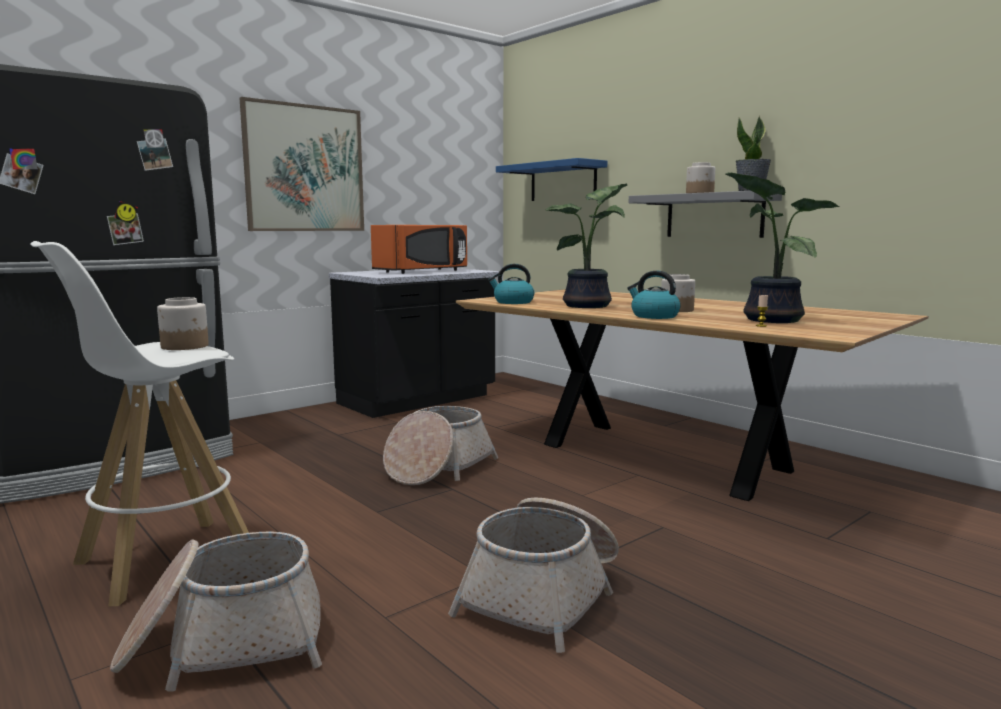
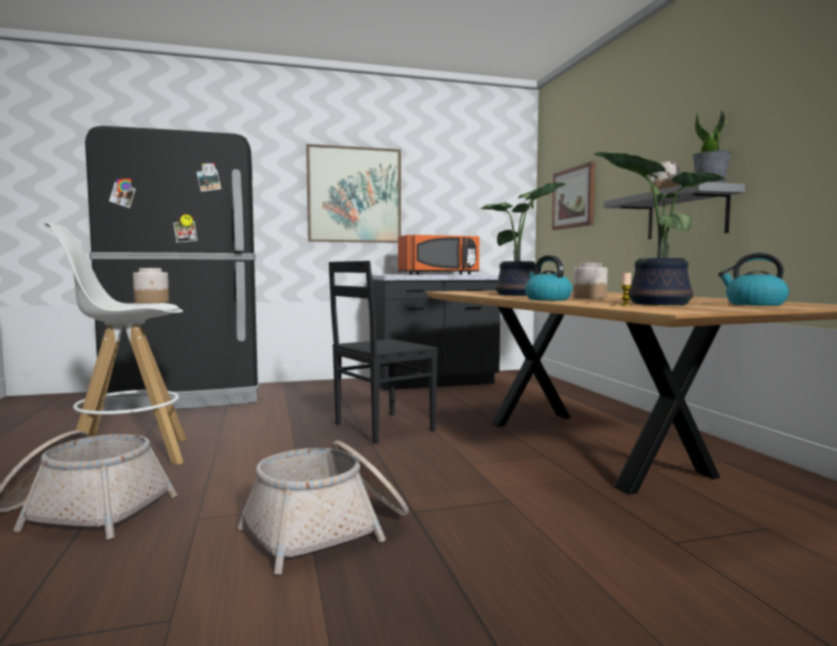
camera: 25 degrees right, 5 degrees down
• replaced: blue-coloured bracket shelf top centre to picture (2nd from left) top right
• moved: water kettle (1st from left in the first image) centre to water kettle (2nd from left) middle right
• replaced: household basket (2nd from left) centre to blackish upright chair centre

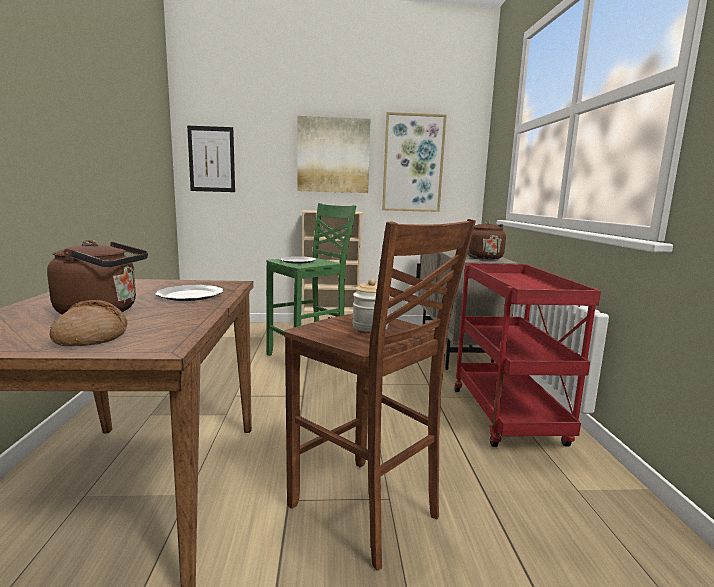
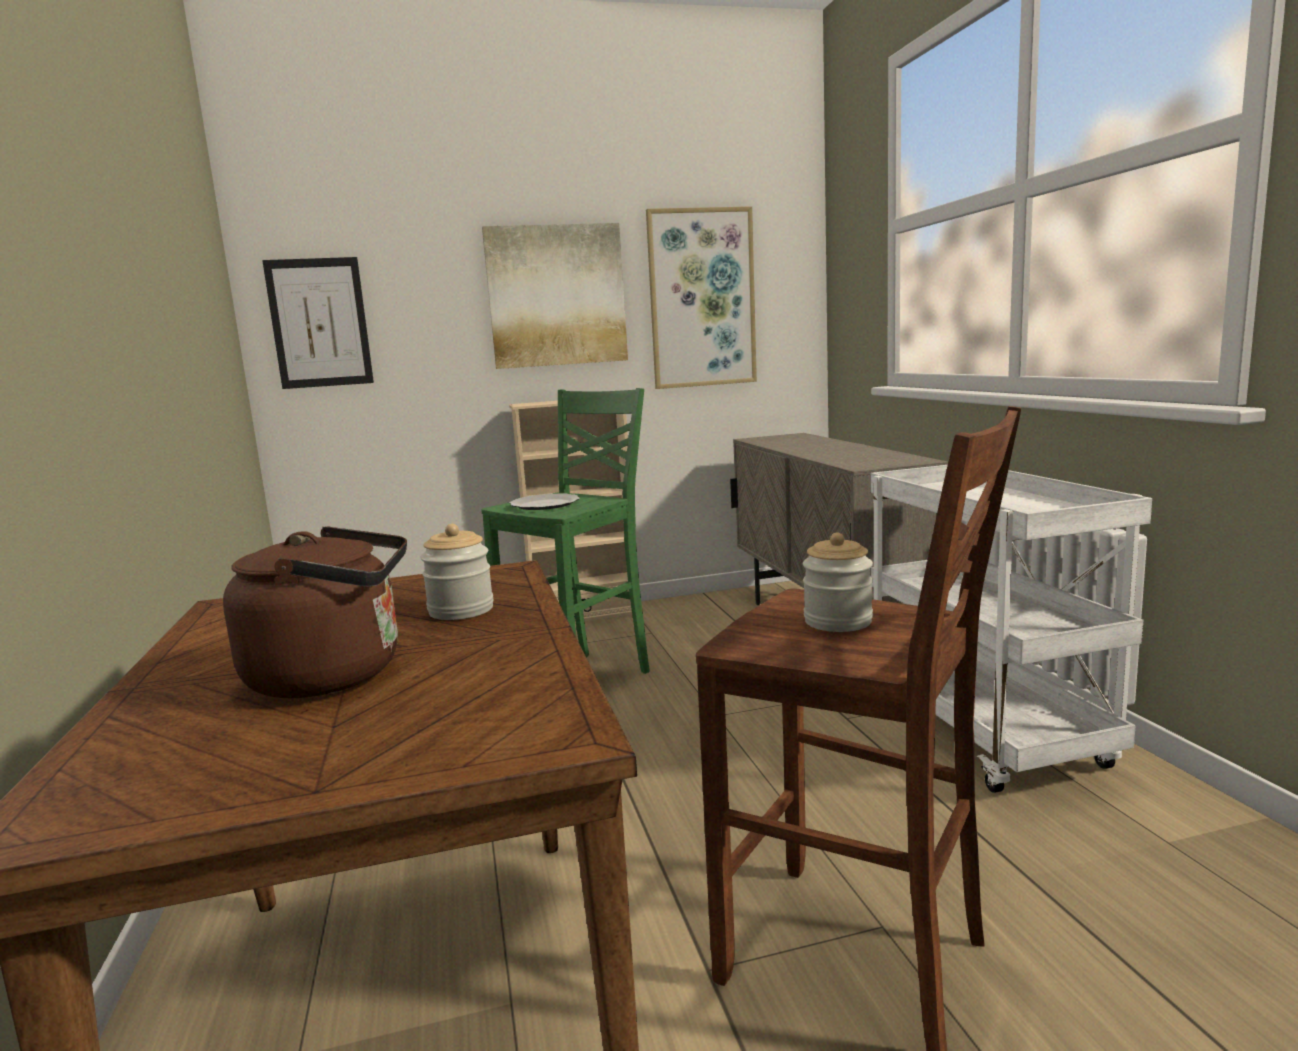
camera: 10 degrees left, 0 degrees up
• removed: brown-coloured water kettle (2nd from left) middle right
• recoloured: reddish wheeled cart middle right to white-coloured wheeled cart middle right
• replaced: dinner plate (1st from left) middle left to storage jar (1st from left) centre
• removed: bakery bread middle left

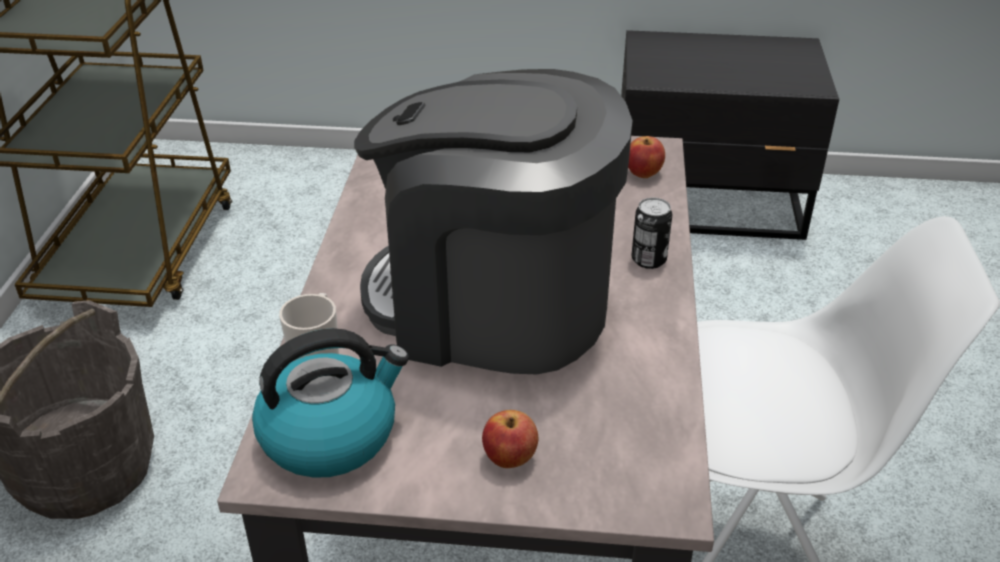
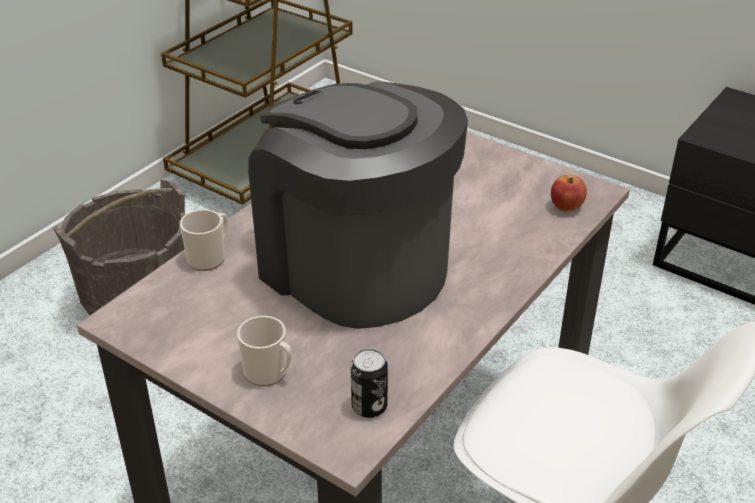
camera: 30 degrees right, 0 degrees up
• moved: can centre to bottom centre
• removed: water kettle bottom left
• replaced: apple (1st from left) bottom centre to mug (2nd from left) bottom centre

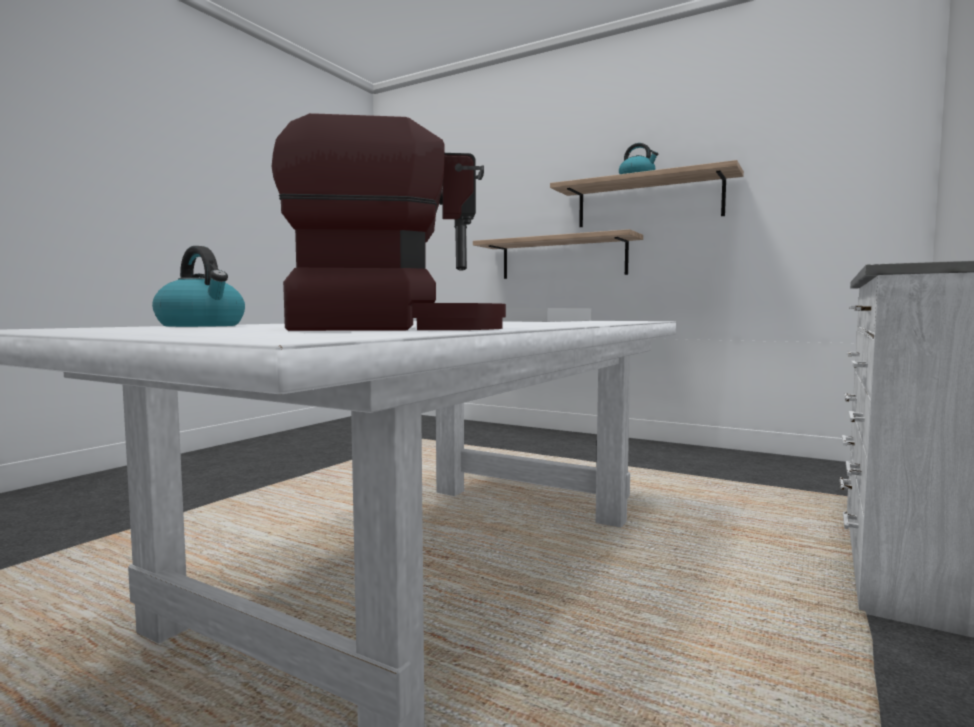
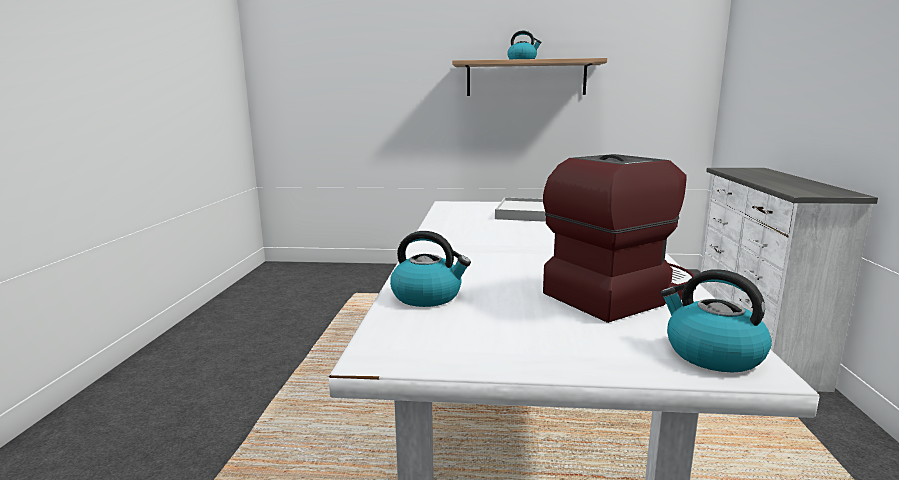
camera: 25 degrees left, 10 degrees up
• removed: bracket shelf (1st from left) centre
• added: water kettle (3rd from left) bottom right

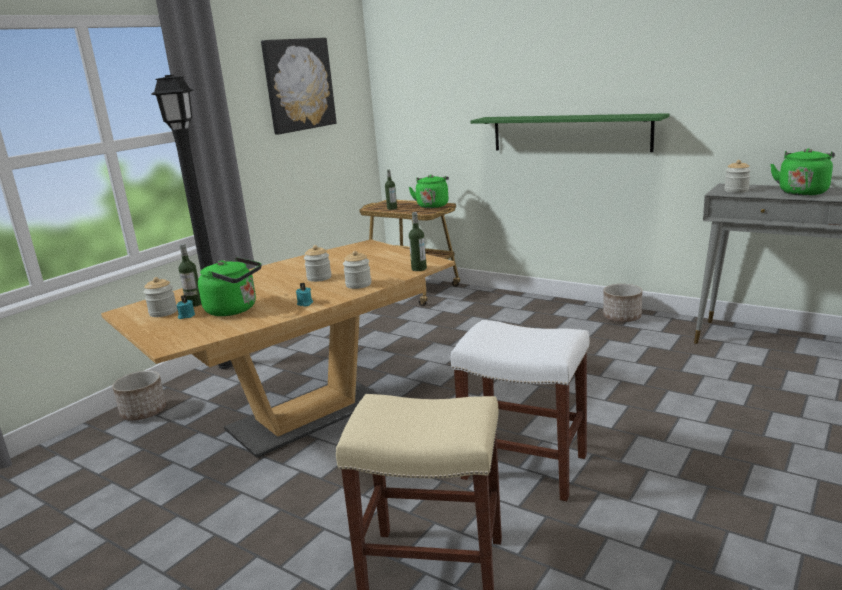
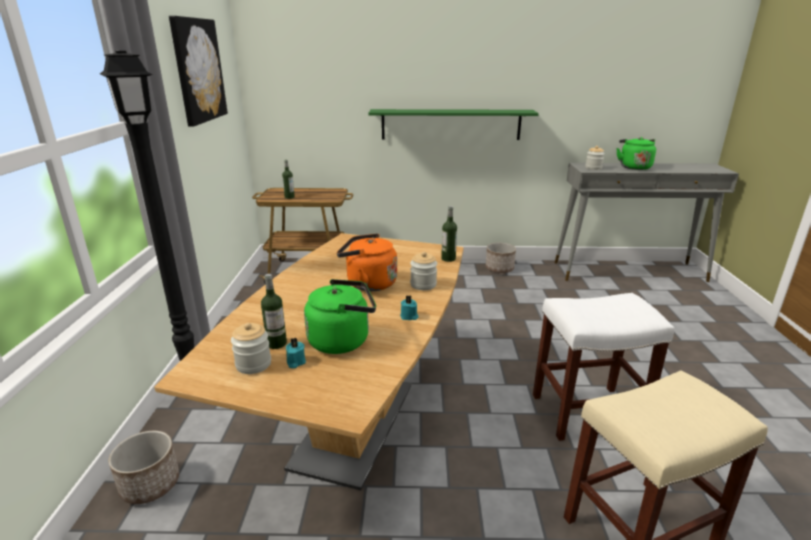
camera: 35 degrees left, 5 degrees up
• removed: green-coloured water kettle (2nd from left) top centre
• replaced: storage jar (2nd from left) centre to orangey water kettle centre

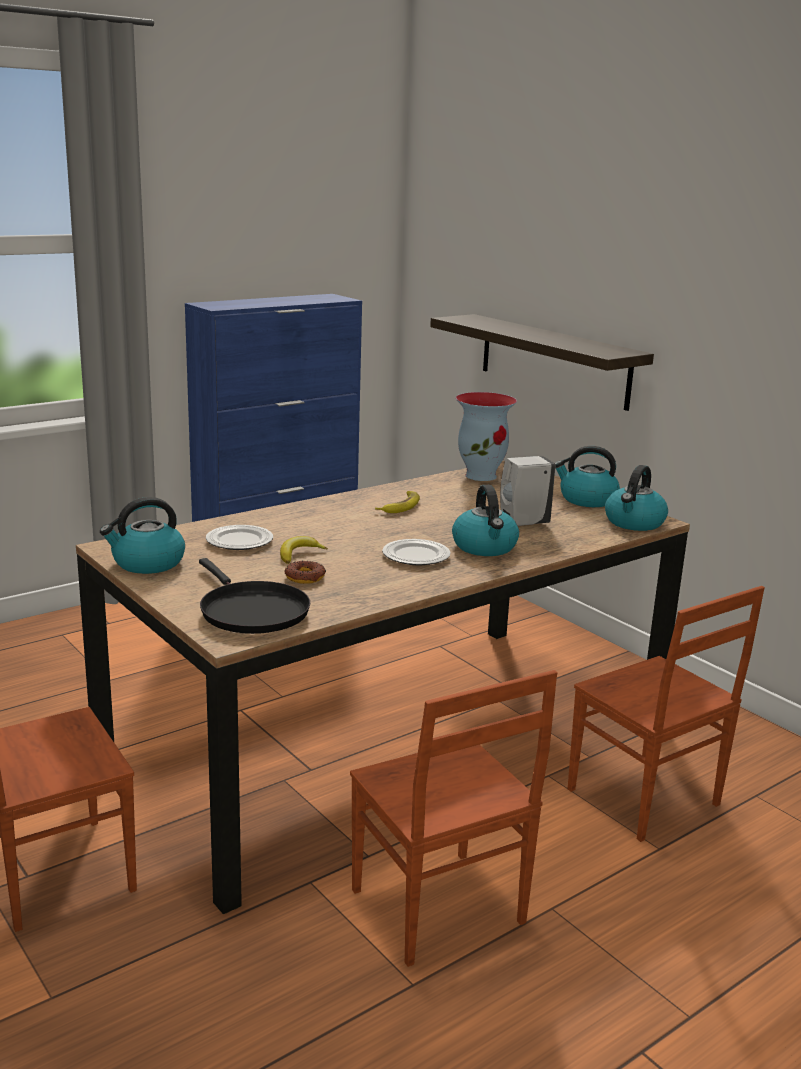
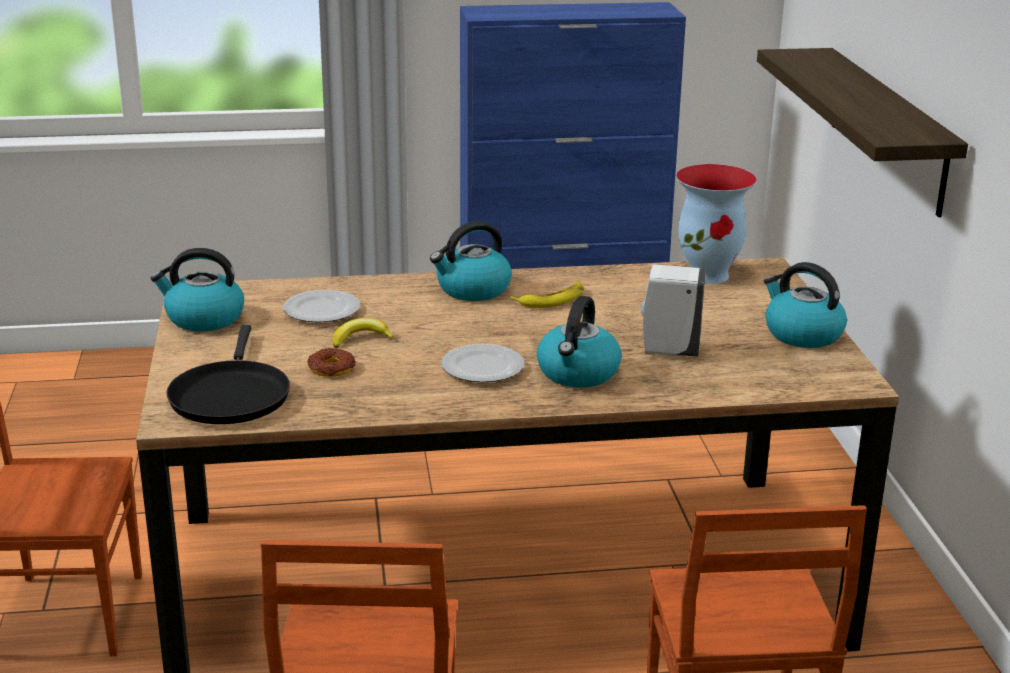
camera: 30 degrees right, 5 degrees up
• moved: water kettle (4th from left in the first image) middle right to water kettle (2nd from left) centre

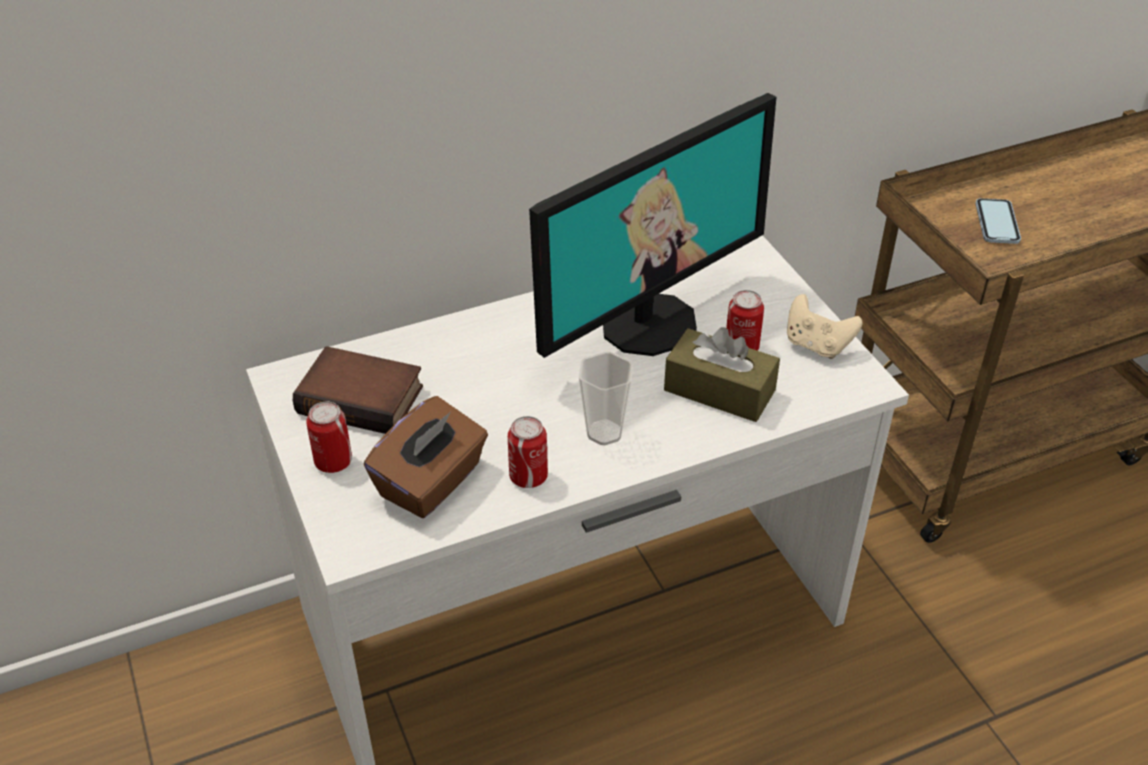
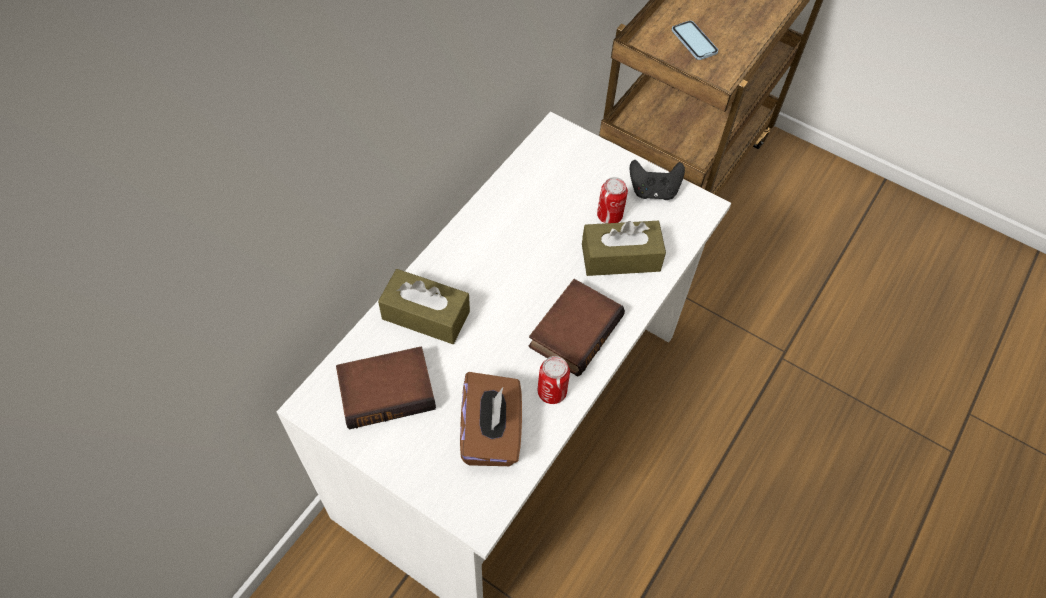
camera: 35 degrees left, 15 degrees up
• removed: monitor top centre
• recoloured: sand-coloured joypad middle right to blackish joypad top centre
• replaced: drinking cup centre to volume (2nd from left) centre
• removed: can (1st from left) middle left
• added: brown-coloured tissue box (1st from left) centre

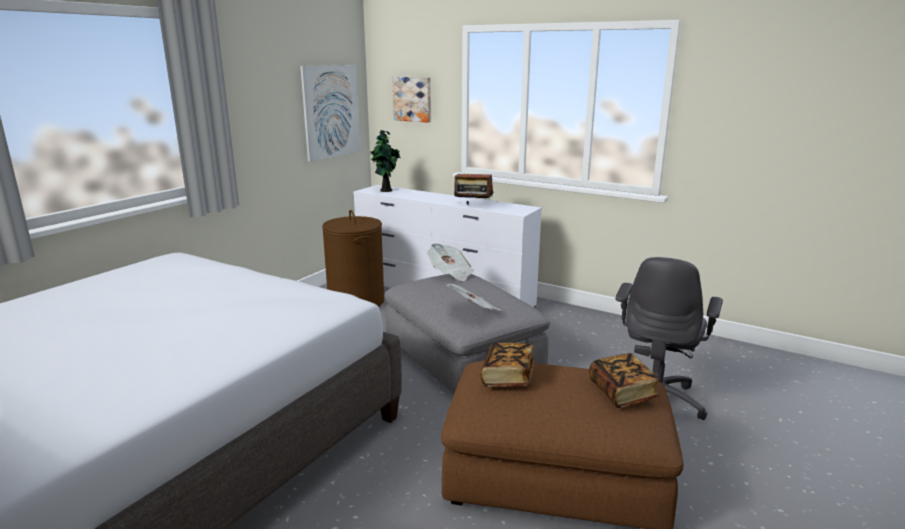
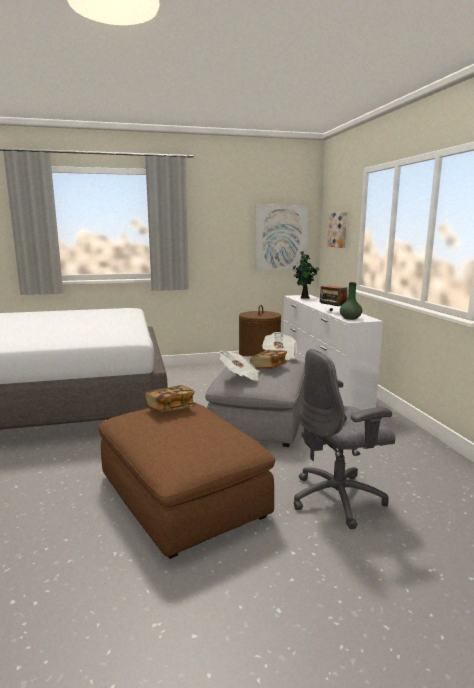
camera: 45 degrees right, 5 degrees down
• moved: volume (2nd from left) bottom right to centre
• added: green-coloured vase middle right

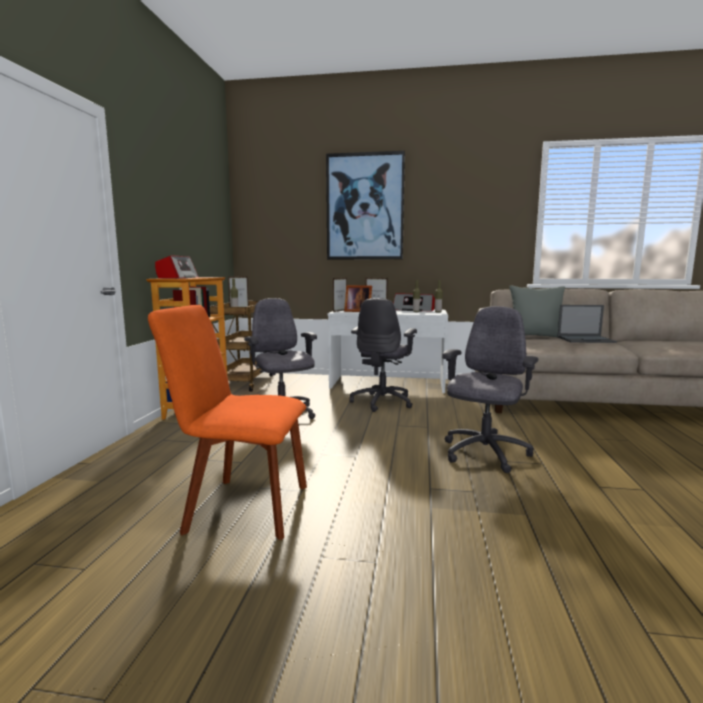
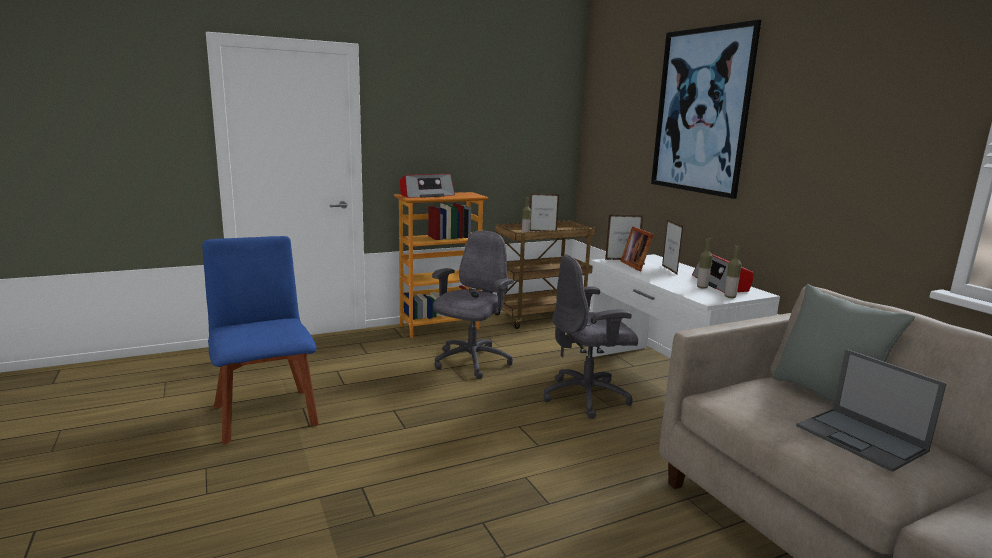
camera: 55 degrees right, 5 degrees up
• recoloured: orangey upright chair middle left to blue-coloured upright chair middle left
• removed: grey computer chair (3rd from left) middle right

